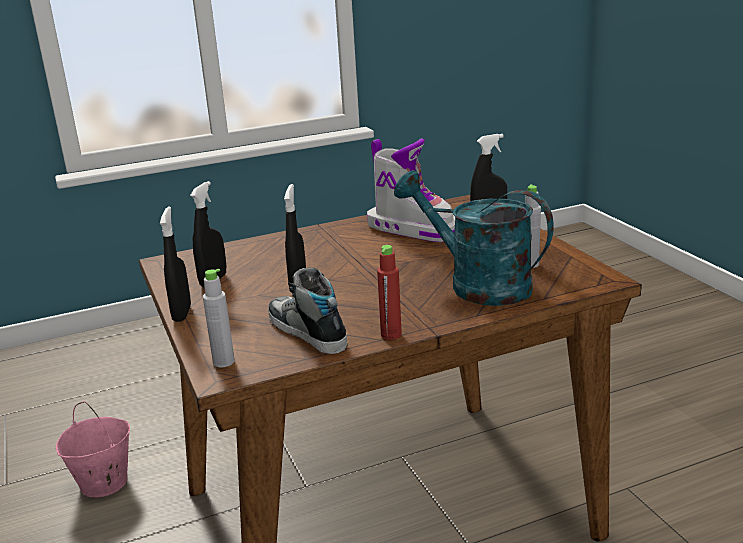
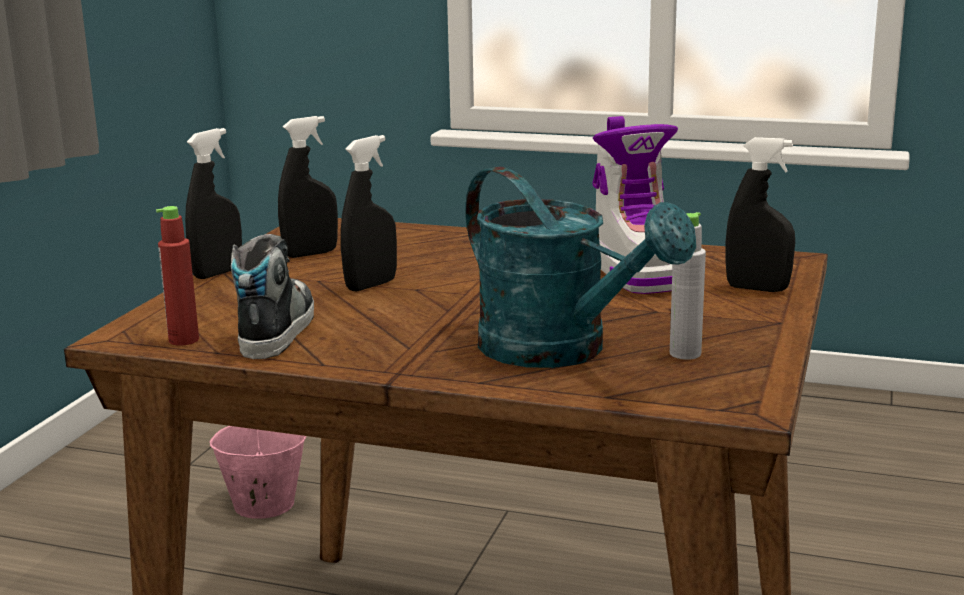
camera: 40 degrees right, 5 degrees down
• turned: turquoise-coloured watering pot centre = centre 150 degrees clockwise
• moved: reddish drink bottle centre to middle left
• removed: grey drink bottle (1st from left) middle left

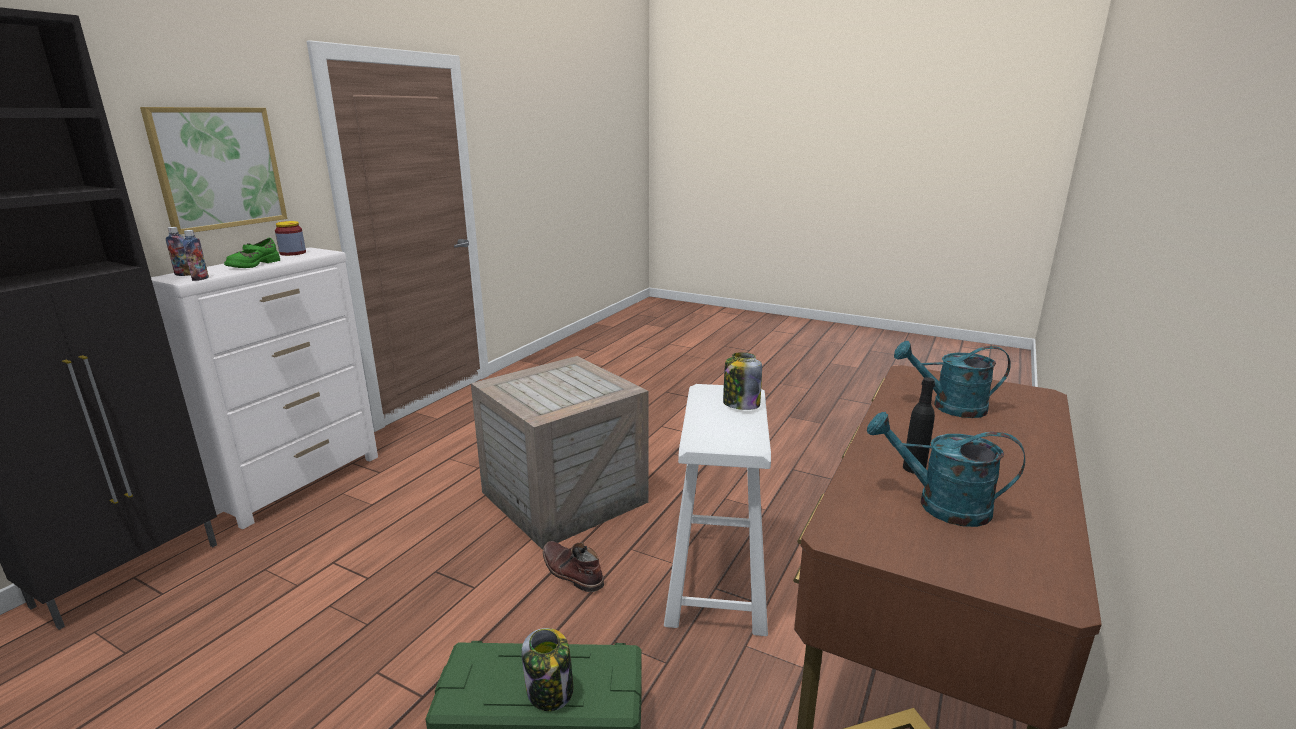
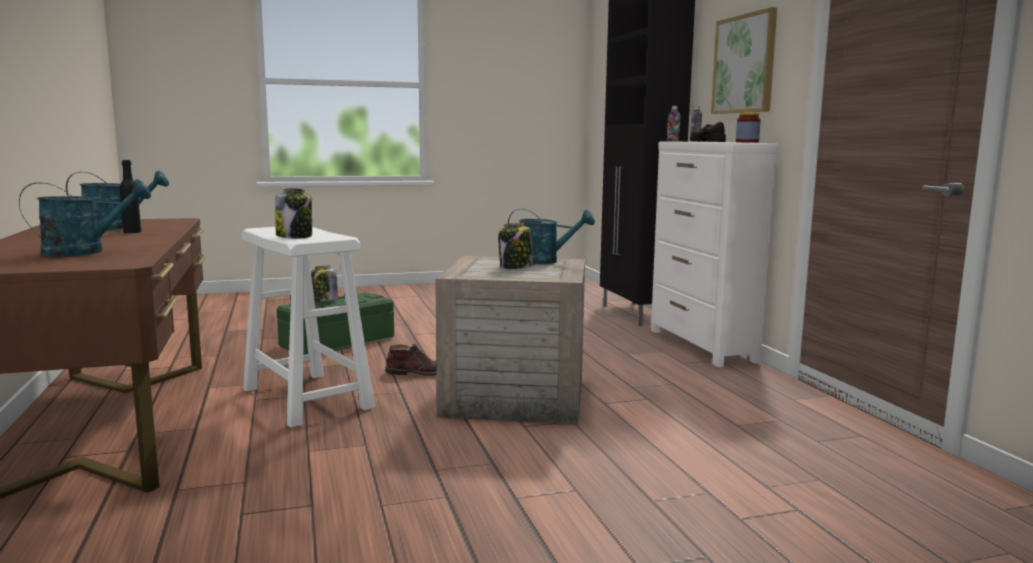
camera: 135 degrees right, 10 degrees down
• recoloured: green-coloured item of footwear middle left to blackish item of footwear top right
• added: turquoise-coloured watering pot (3rd from left) centre
• added: storage jar (3rd from left) centre

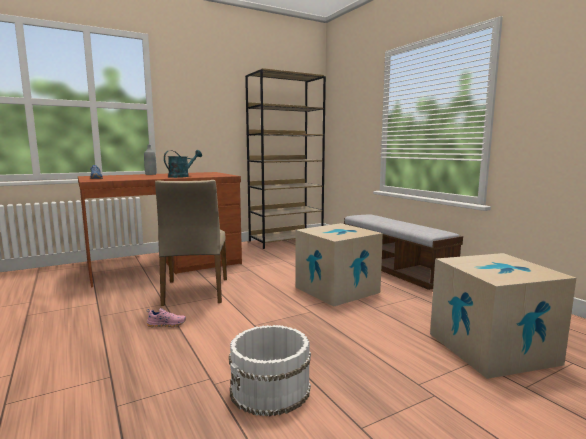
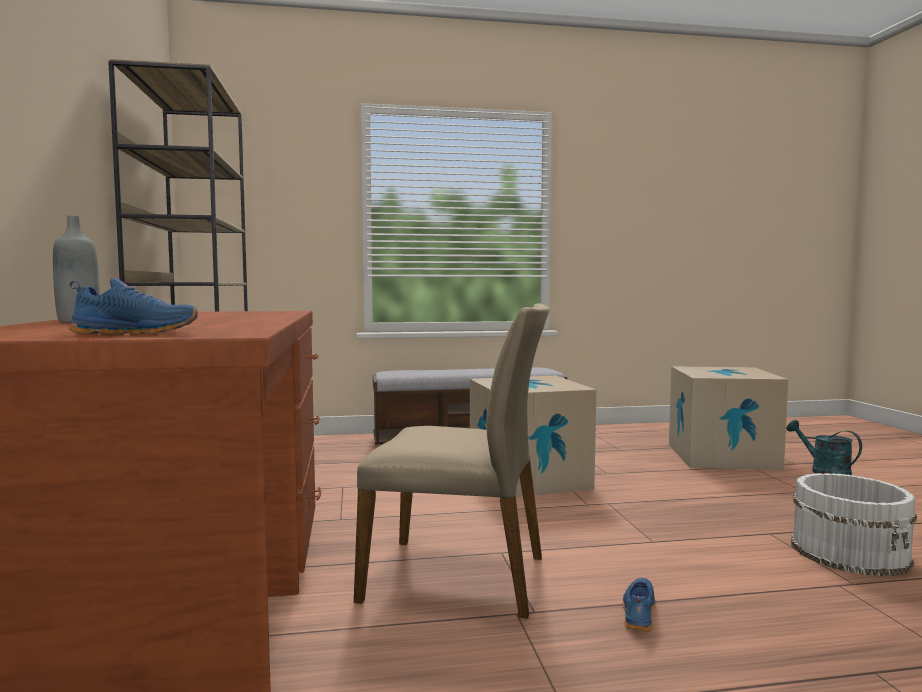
camera: 70 degrees left, 5 degrees down
• moved: turquoise-coloured watering pot middle left to middle right
• recoloured: pinkish item of footwear bottom left to blue-coloured item of footwear (2nd from left) bottom right

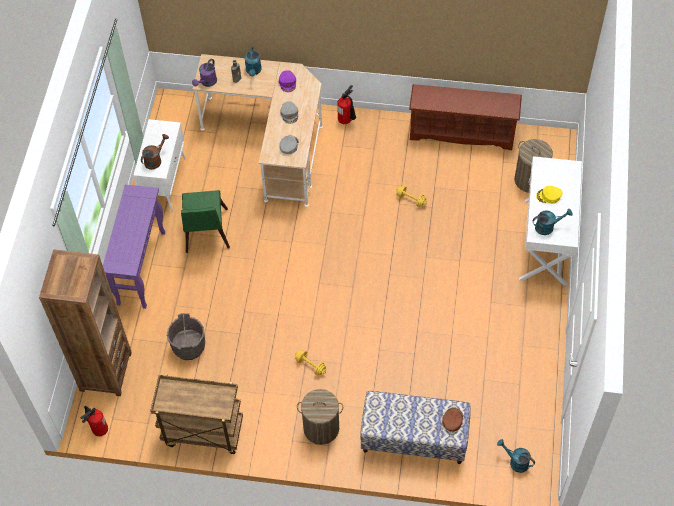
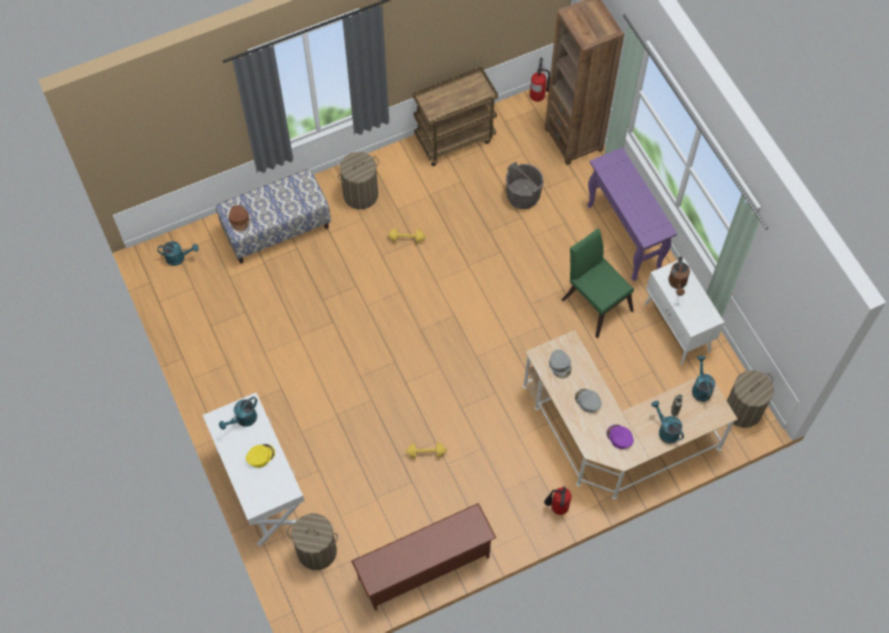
camera: 145 degrees right, 5 degrees up
• recoloured: purple-coloured watering pot top left to turquoise-coloured watering pot (4th from left) middle right
• added: washing basket (3rd from left) middle right

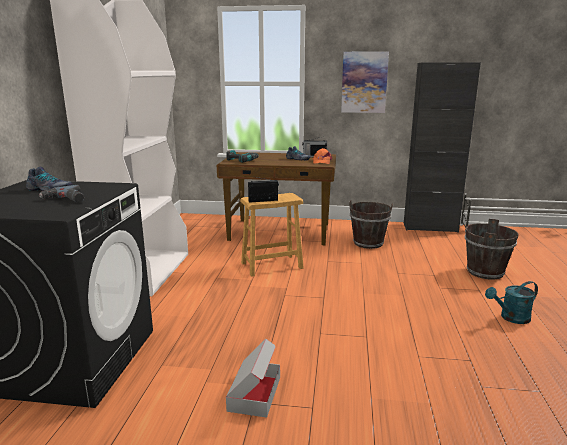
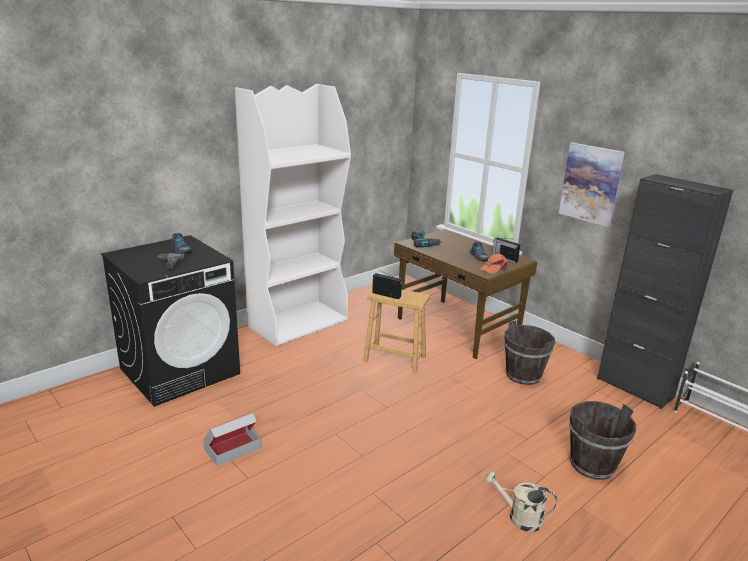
camera: 40 degrees right, 5 degrees up
• recoloured: turquoise-coloured watering pot bottom right to sand-coloured watering pot bottom right

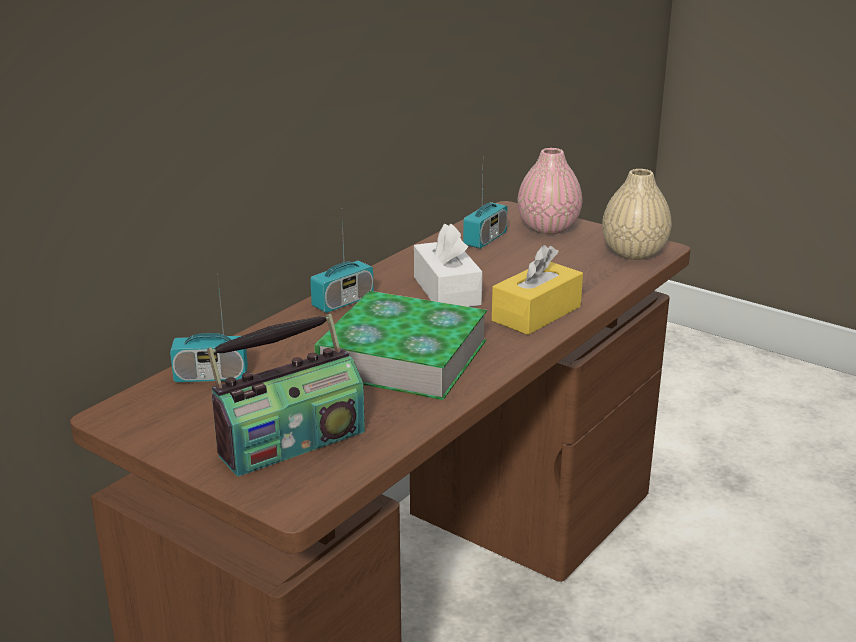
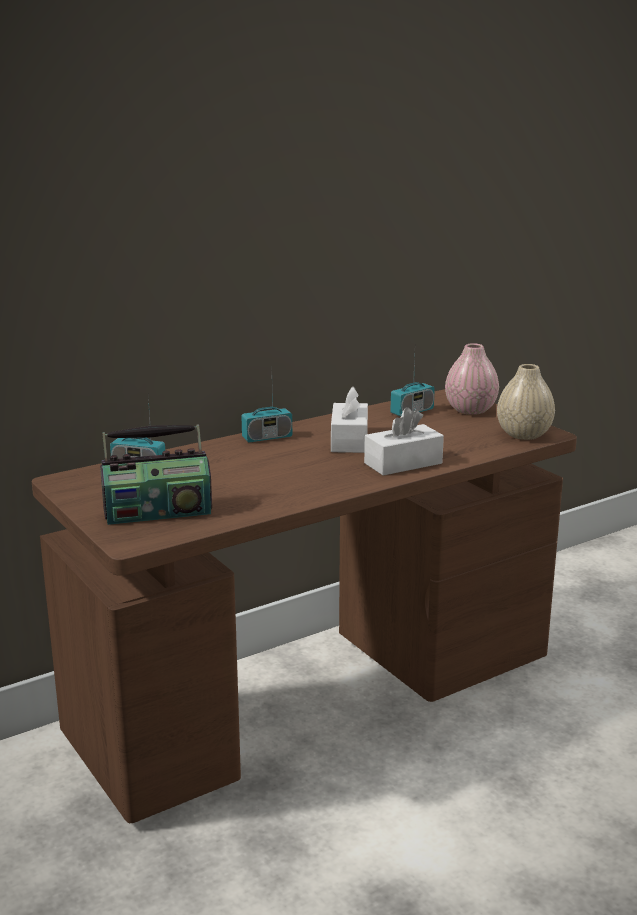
camera: 20 degrees right, 5 degrees down
• recoloured: yellow tissue box centre to white-coloured tissue box (2nd from left) centre
• removed: volume centre

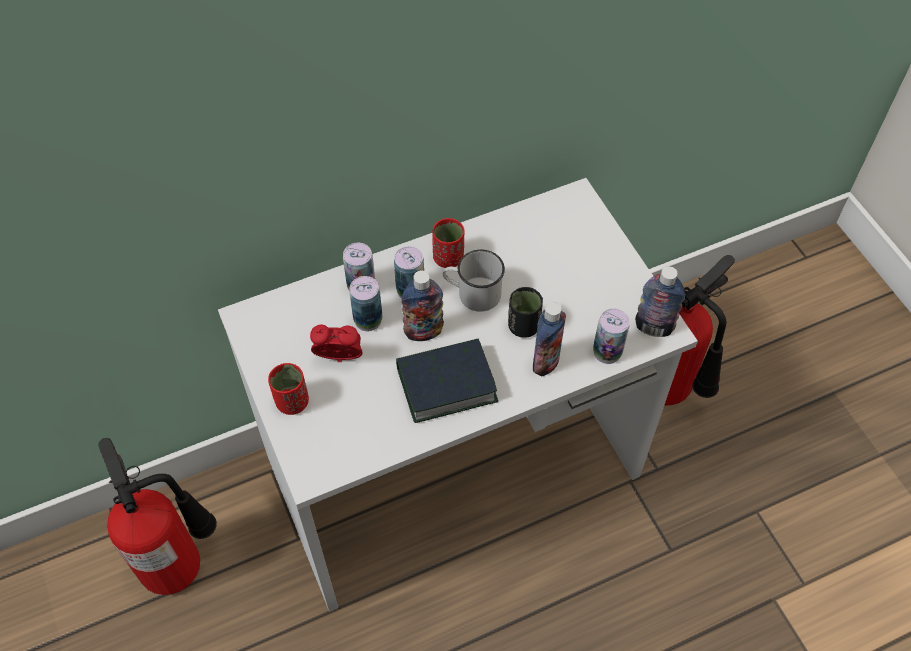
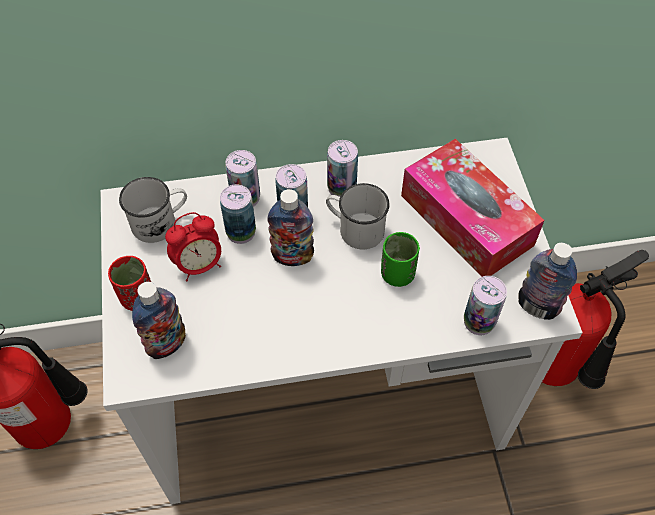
camera: 15 degrees right, 0 degrees up
• replaced: reddish drinking cup (2nd from left) centre to can (4th from left) top centre
• recoloured: blackish drinking cup centre to green-coloured drinking cup centre
• moved: drink bottle (2nd from left in the first image) centre to drink bottle (1st from left) middle left
• turned: bedside clock centre = middle left 135 degrees clockwise
• removed: volume centre
• added: tissue box middle right
• added: white-coloured mug (1st from left) middle left

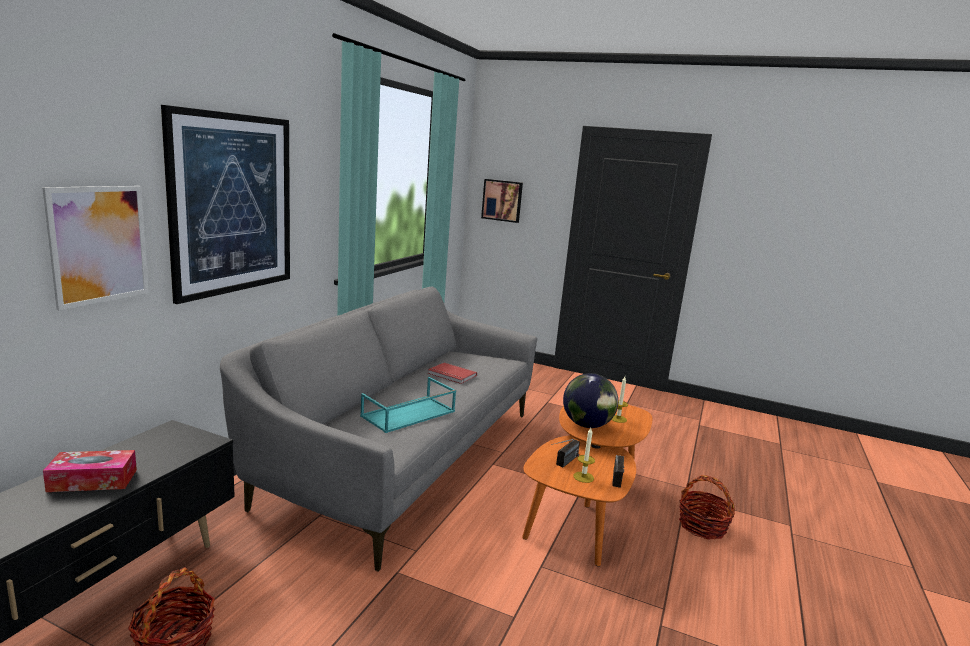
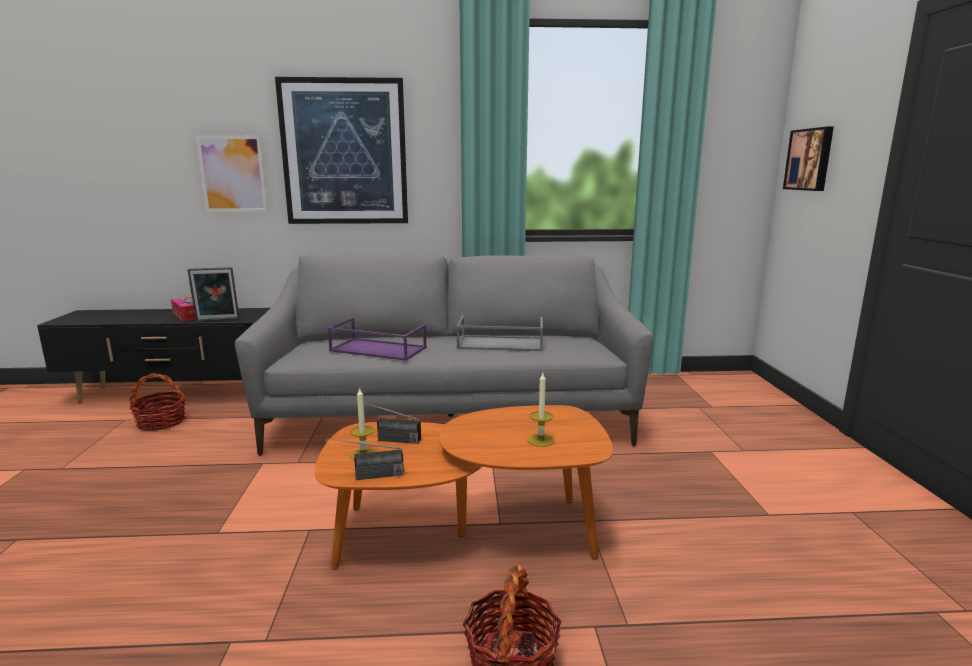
camera: 65 degrees right, 0 degrees up
• replaced: reddish volume centre to grey serving tray centre
• removed: world globe centre
• recoloured: turquoise-coloured serving tray centre to purple-coloured serving tray centre
• added: picture frame middle left

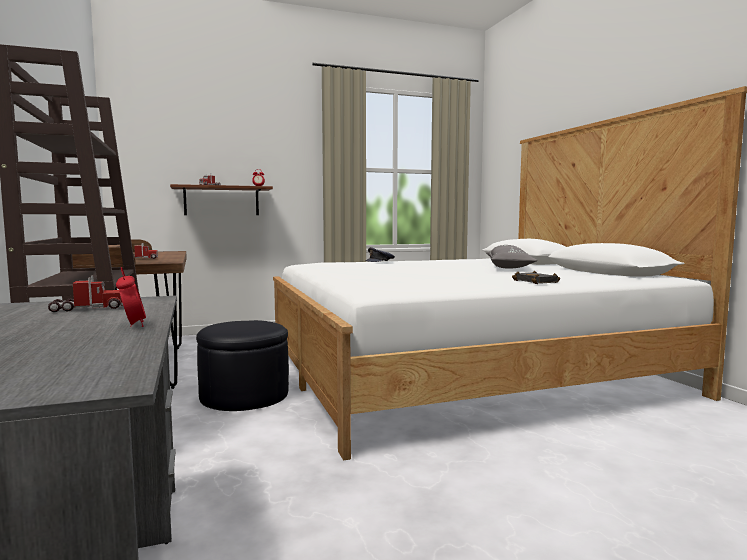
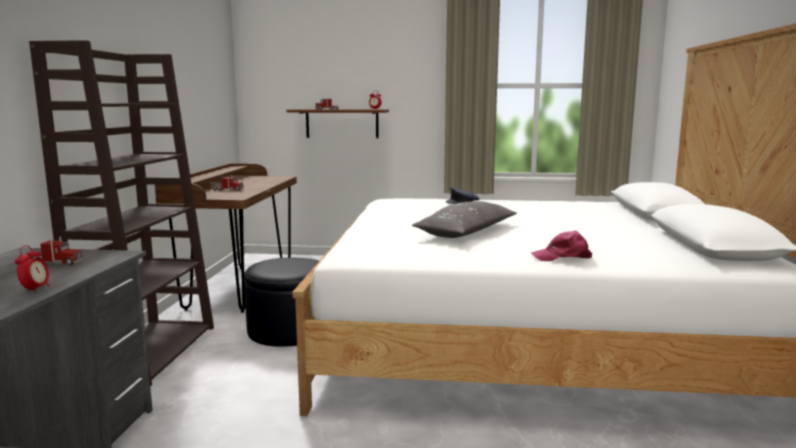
camera: 25 degrees right, 5 degrees up
• moved: grey throw pillow middle right to centre
• replaced: blackish volume middle right to pinkish baseball cap middle right

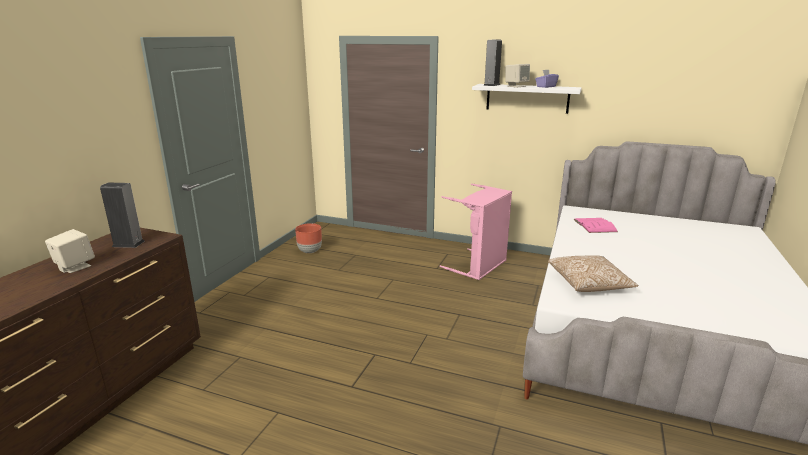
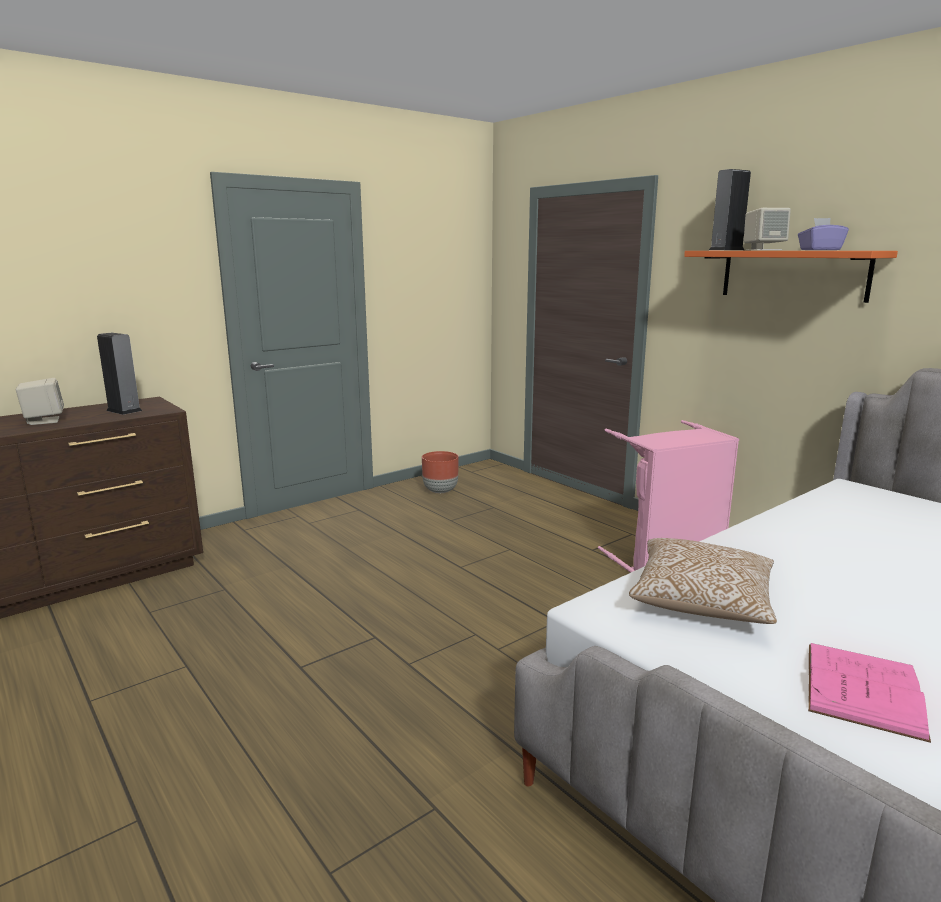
camera: 30 degrees right, 5 degrees down
• recoloured: white-coloured bracket shelf top centre to orangey bracket shelf top right
• moved: pinkish volume middle right to bottom right

